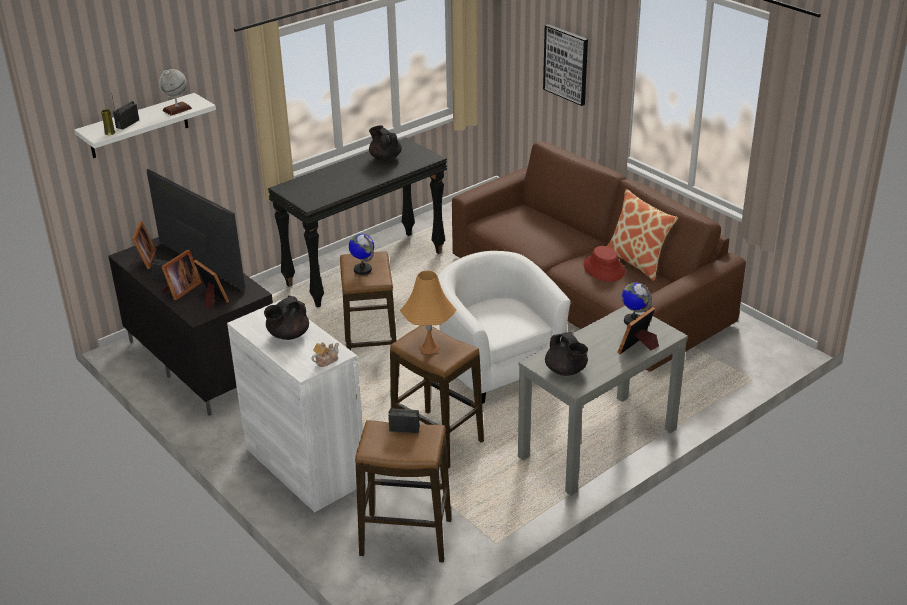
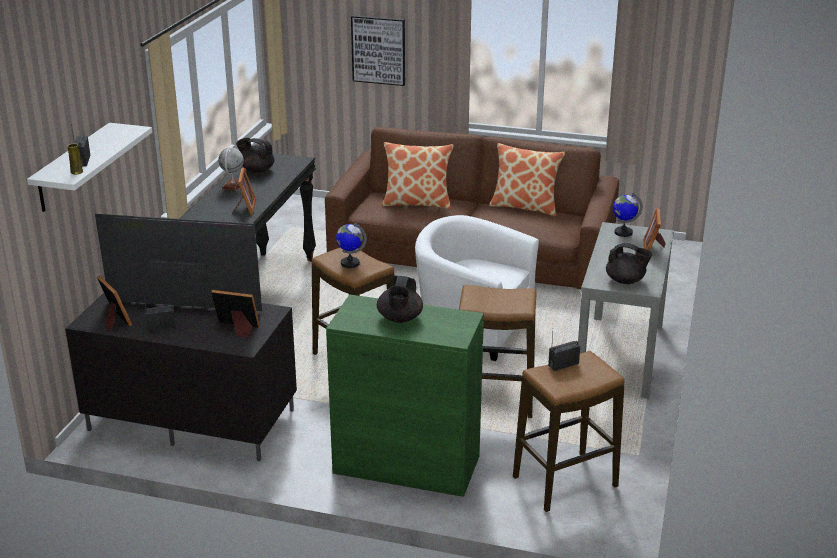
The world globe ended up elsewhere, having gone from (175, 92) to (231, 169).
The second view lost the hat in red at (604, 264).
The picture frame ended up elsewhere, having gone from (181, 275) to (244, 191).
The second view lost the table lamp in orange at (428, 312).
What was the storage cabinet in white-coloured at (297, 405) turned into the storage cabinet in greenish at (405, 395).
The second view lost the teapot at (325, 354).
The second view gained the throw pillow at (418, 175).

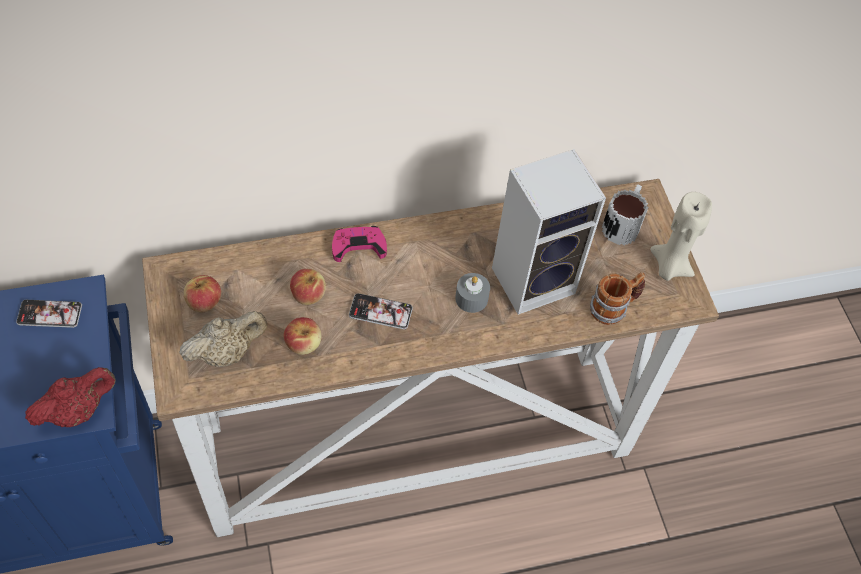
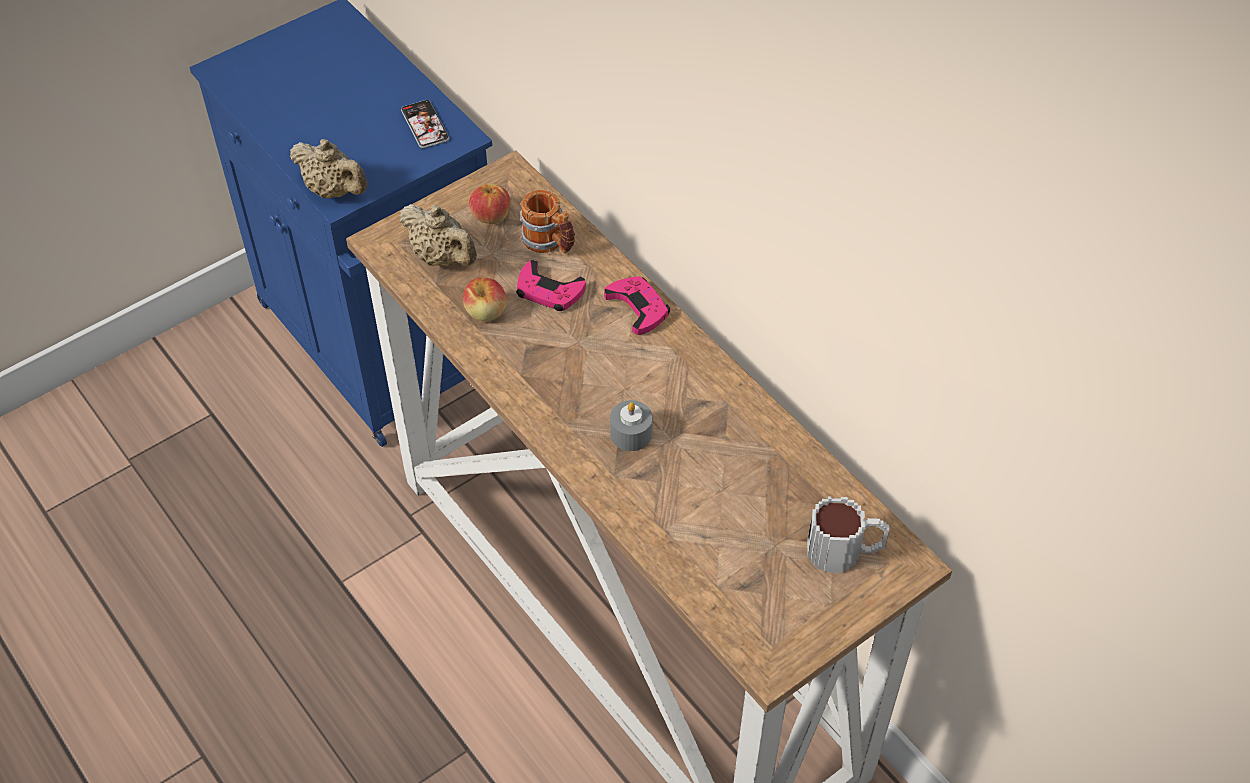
The second view lost the audio speaker at (549, 232).
The second view lost the candle in sand-coloured at (681, 236).
Where the whole apple stood at (308, 287), the joypad in pinkish came to stand at (551, 285).
The coffee mug ended up elsewhere, having gone from (617, 298) to (547, 221).
The second view lost the handset at (381, 311).
What was the teapot in red at (70, 397) turned into the teapot in sand-coloured at (329, 169).

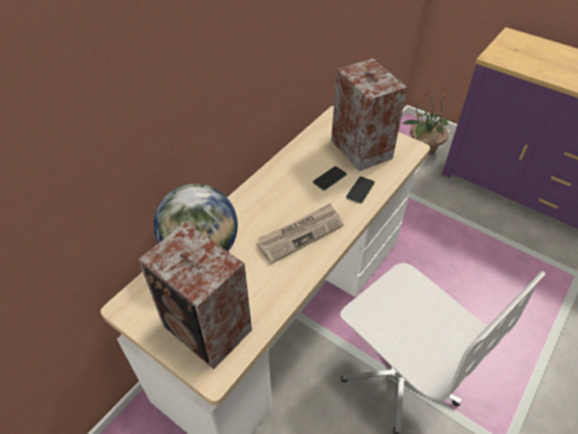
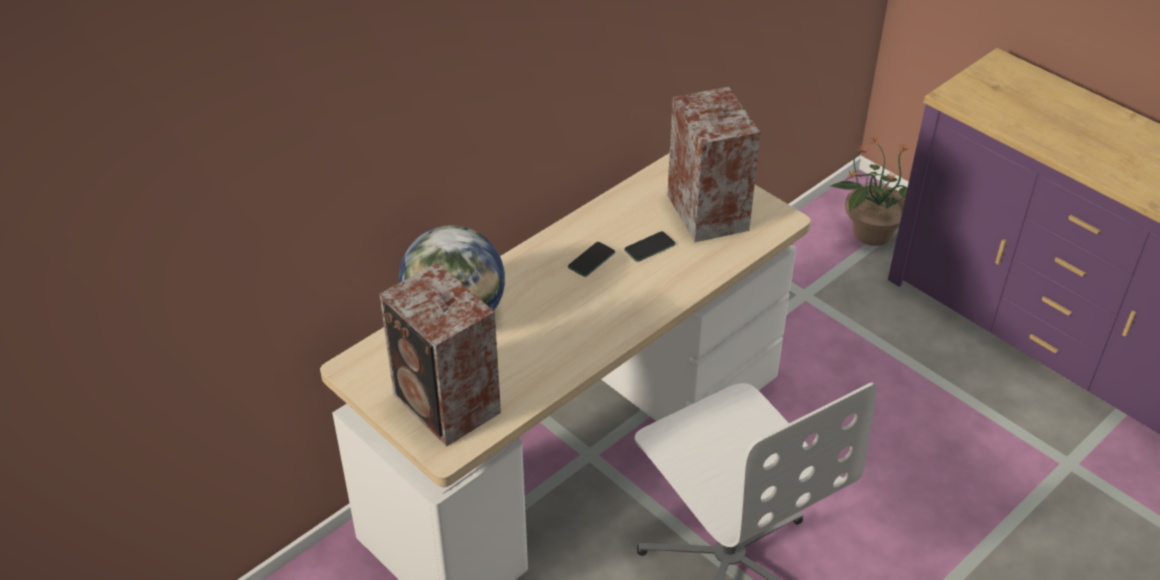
The handset ended up elsewhere, having gone from (360, 190) to (591, 259).
The second view lost the daily paper at (300, 233).

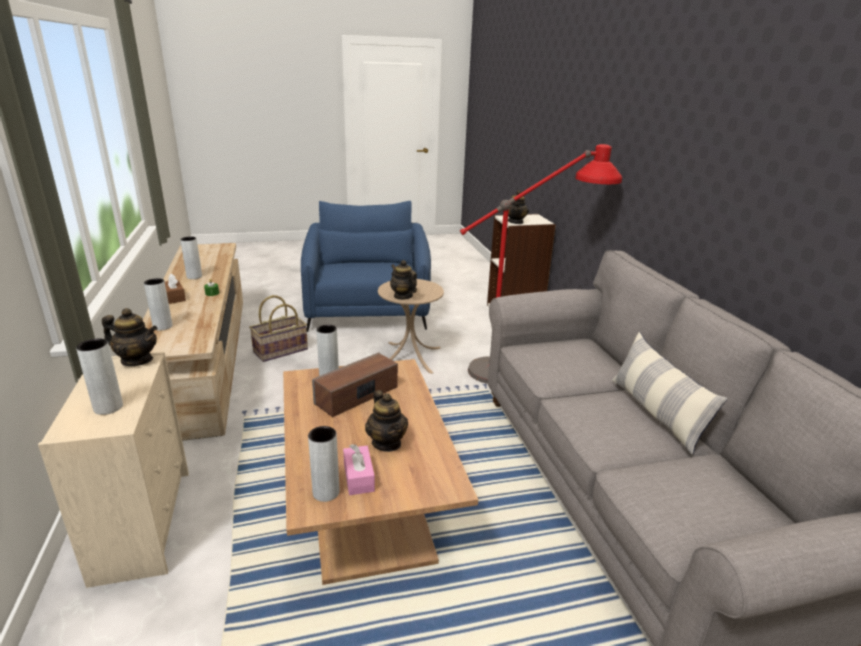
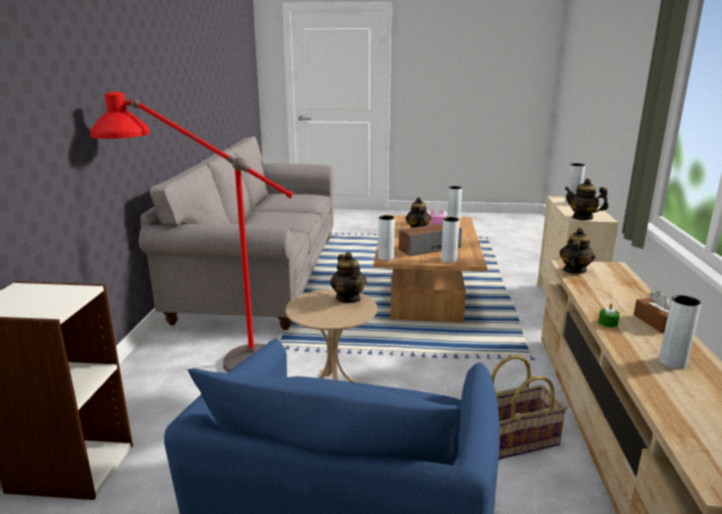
The teapot ended up elsewhere, having gone from (518, 207) to (577, 251).
The vase in gray ended up elsewhere, having gone from (158, 304) to (386, 238).
The second view lost the throw pillow at (669, 393).

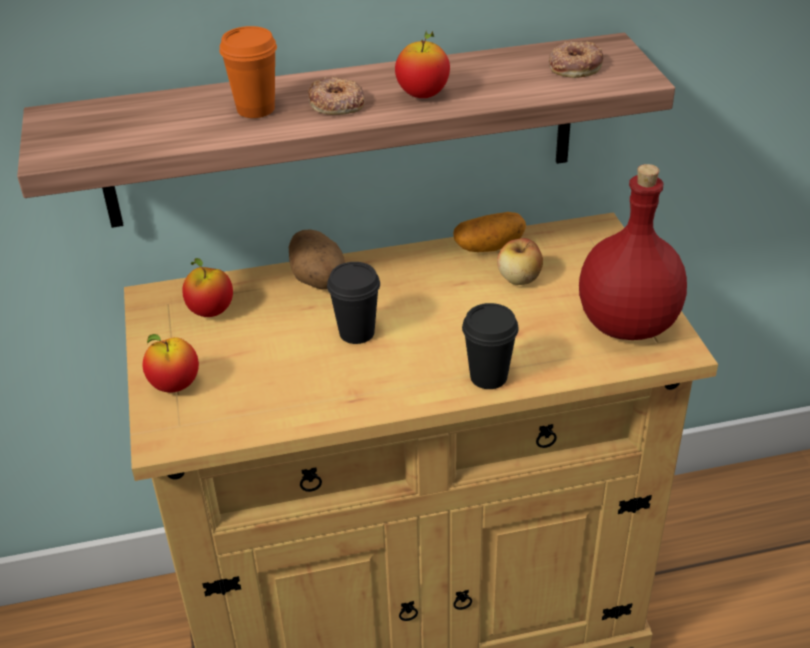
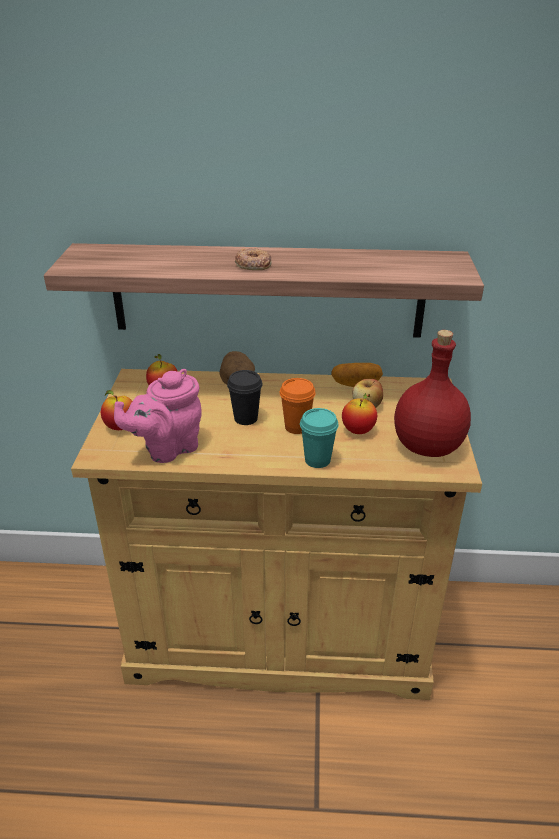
The cup in orange ended up elsewhere, having gone from (248, 72) to (298, 406).
The whole apple ended up elsewhere, having gone from (422, 64) to (359, 413).
The second view lost the ring doughnut at (576, 59).
What was the cup in black at (490, 346) turned into the cup in blue-green at (319, 438).
The second view gained the teapot in pinkish at (158, 416).

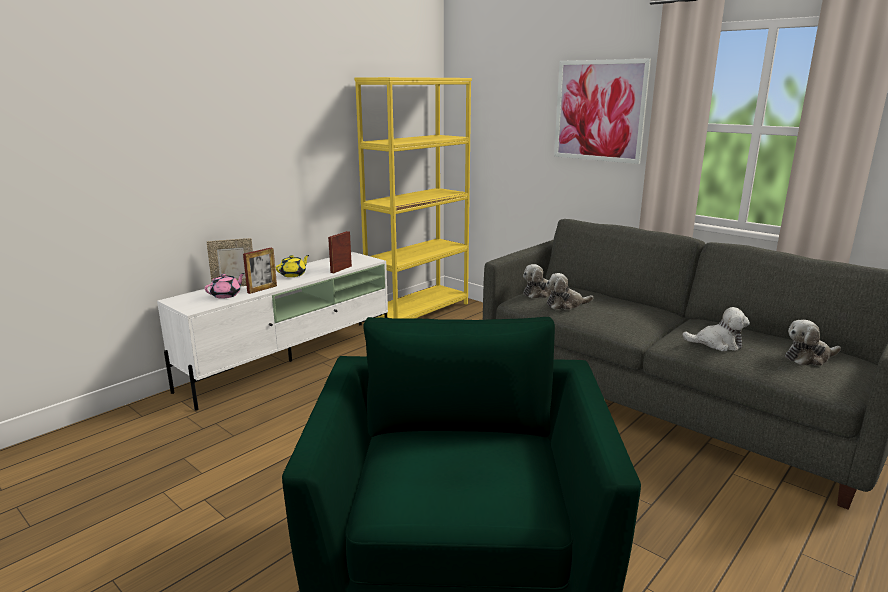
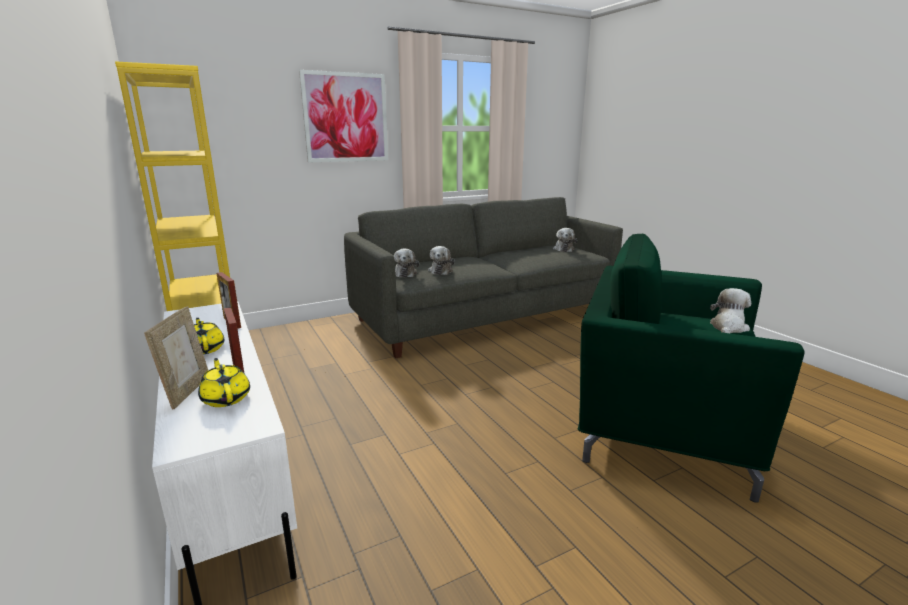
What was the teapot in pinkish at (225, 285) turned into the teapot in yellow at (224, 382).
The soft toy ended up elsewhere, having gone from (716, 329) to (730, 310).

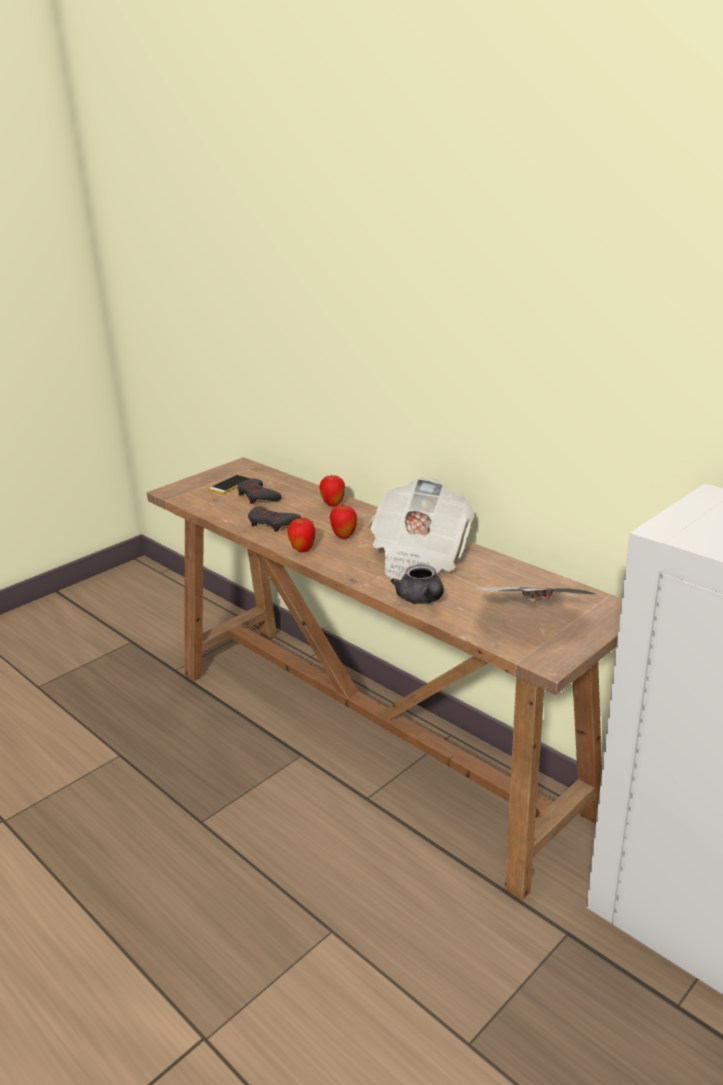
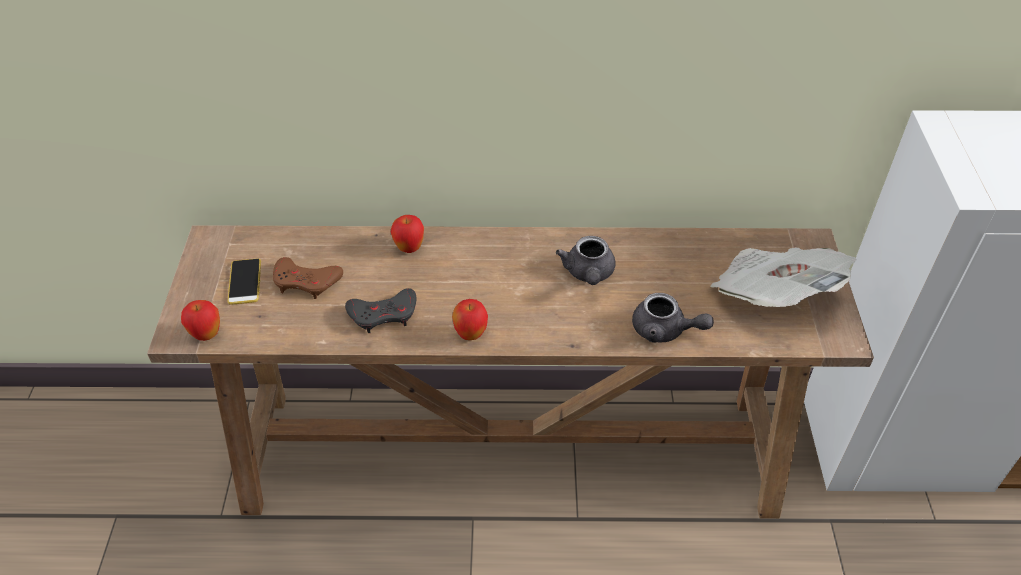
Where the daily paper stood at (421, 529), the teapot in gray came to stand at (585, 260).
What was the joypad in gray at (259, 491) turned into the joypad in brown at (308, 278).
The whole apple ended up elsewhere, having gone from (343, 522) to (200, 320).

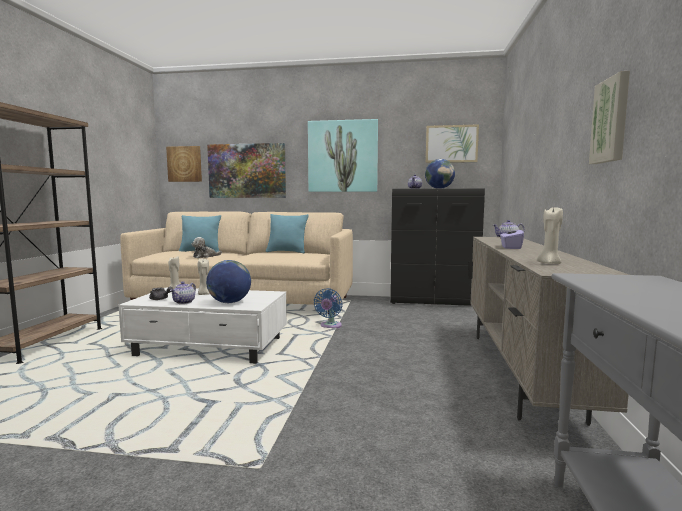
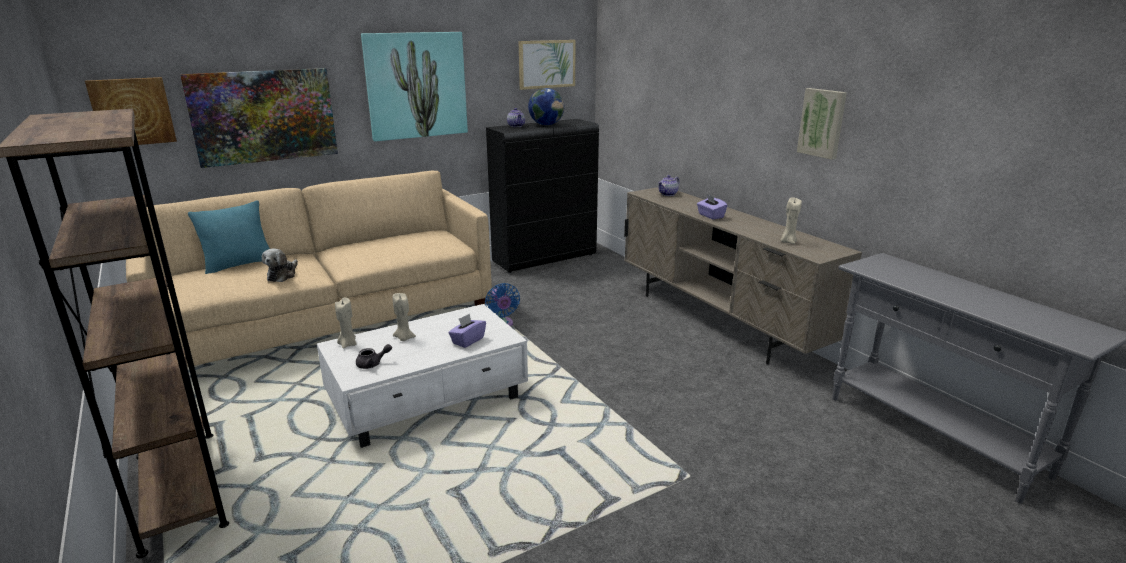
The second view lost the throw pillow in blue-green at (287, 233).
Where the world globe stood at (228, 281), the tissue box in purple-coloured came to stand at (467, 330).
The second view lost the teapot at (183, 292).

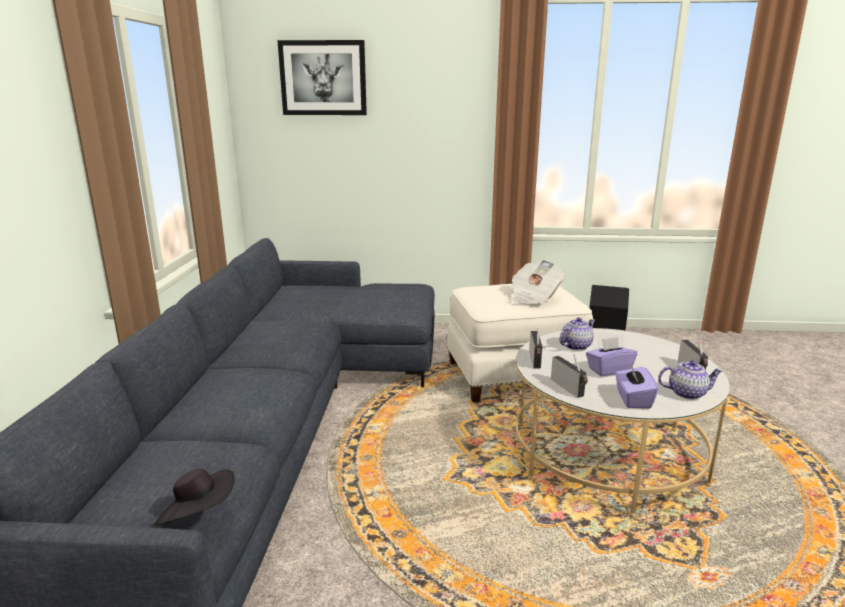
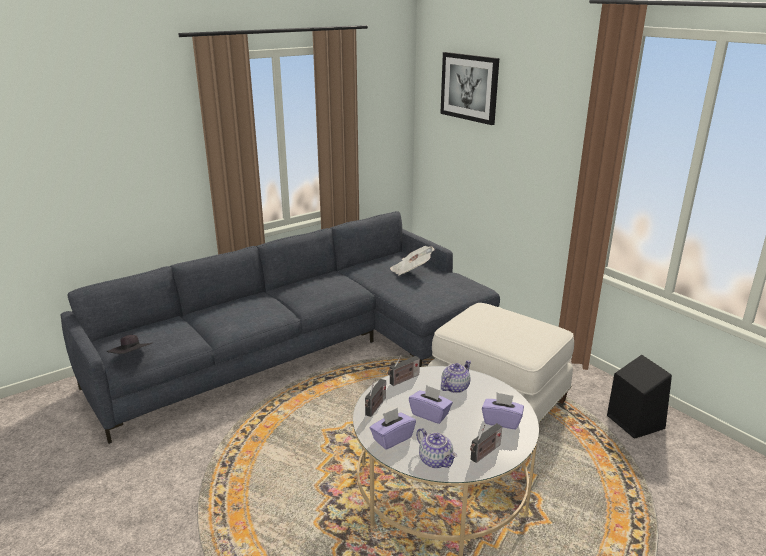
The daily paper ended up elsewhere, having gone from (538, 282) to (412, 260).
The teapot at (577, 334) ended up facing another way, 60 degrees counterclockwise from before.
The second view gained the tissue box in purple-coloured at (503, 410).

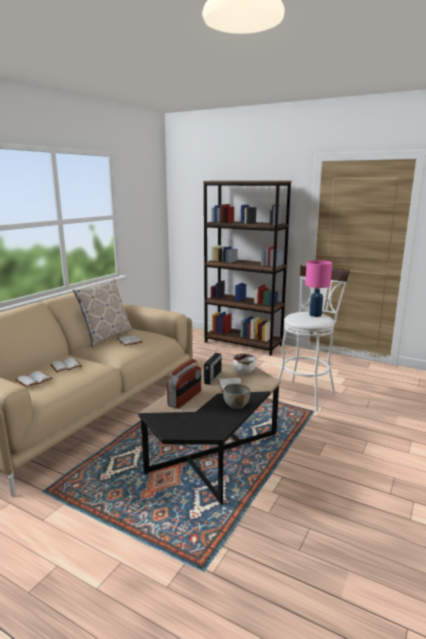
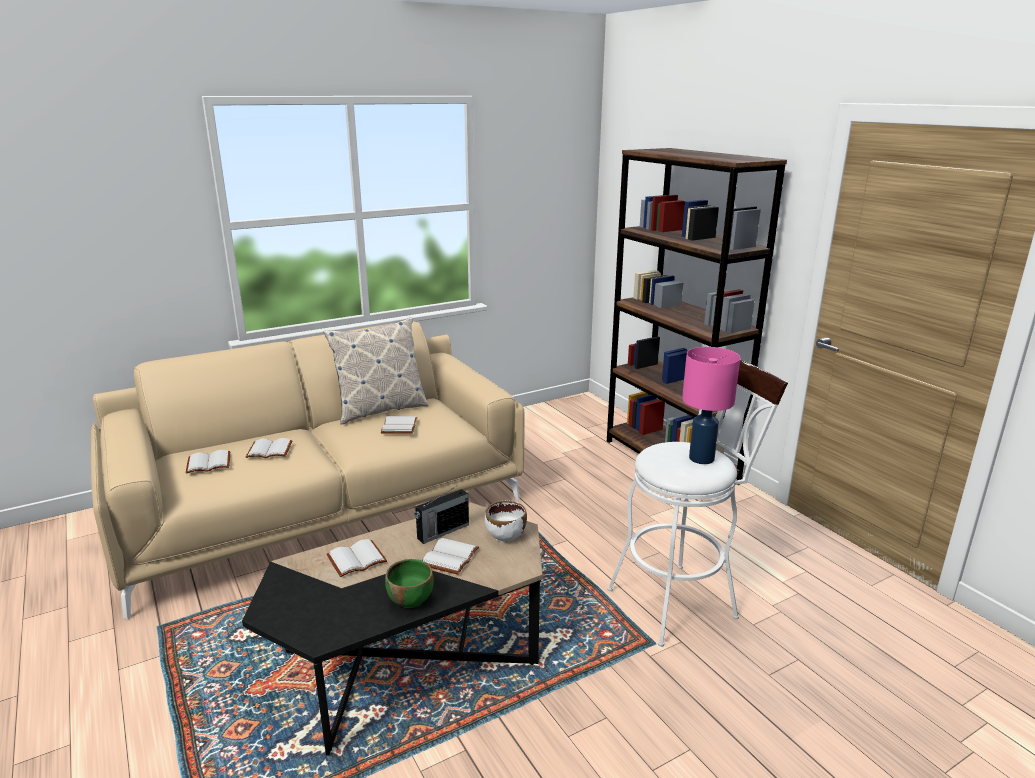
Where the radio receiver stood at (184, 384), the book in white-coloured came to stand at (356, 558).
What was the serving bowl in gray at (236, 396) turned into the serving bowl in greenish at (409, 583).

